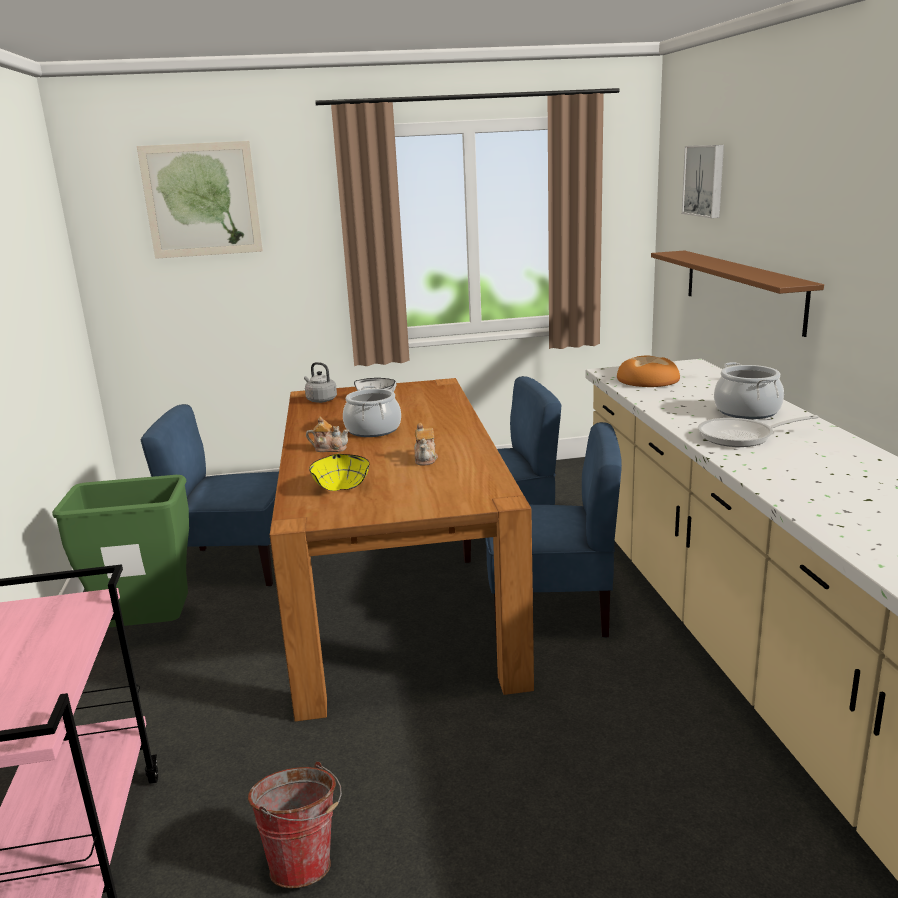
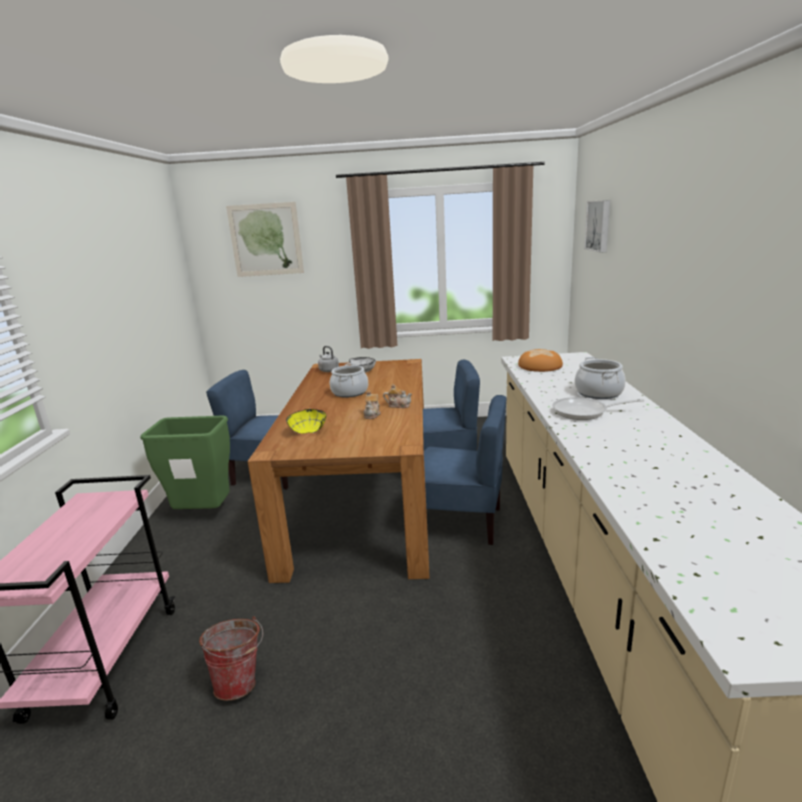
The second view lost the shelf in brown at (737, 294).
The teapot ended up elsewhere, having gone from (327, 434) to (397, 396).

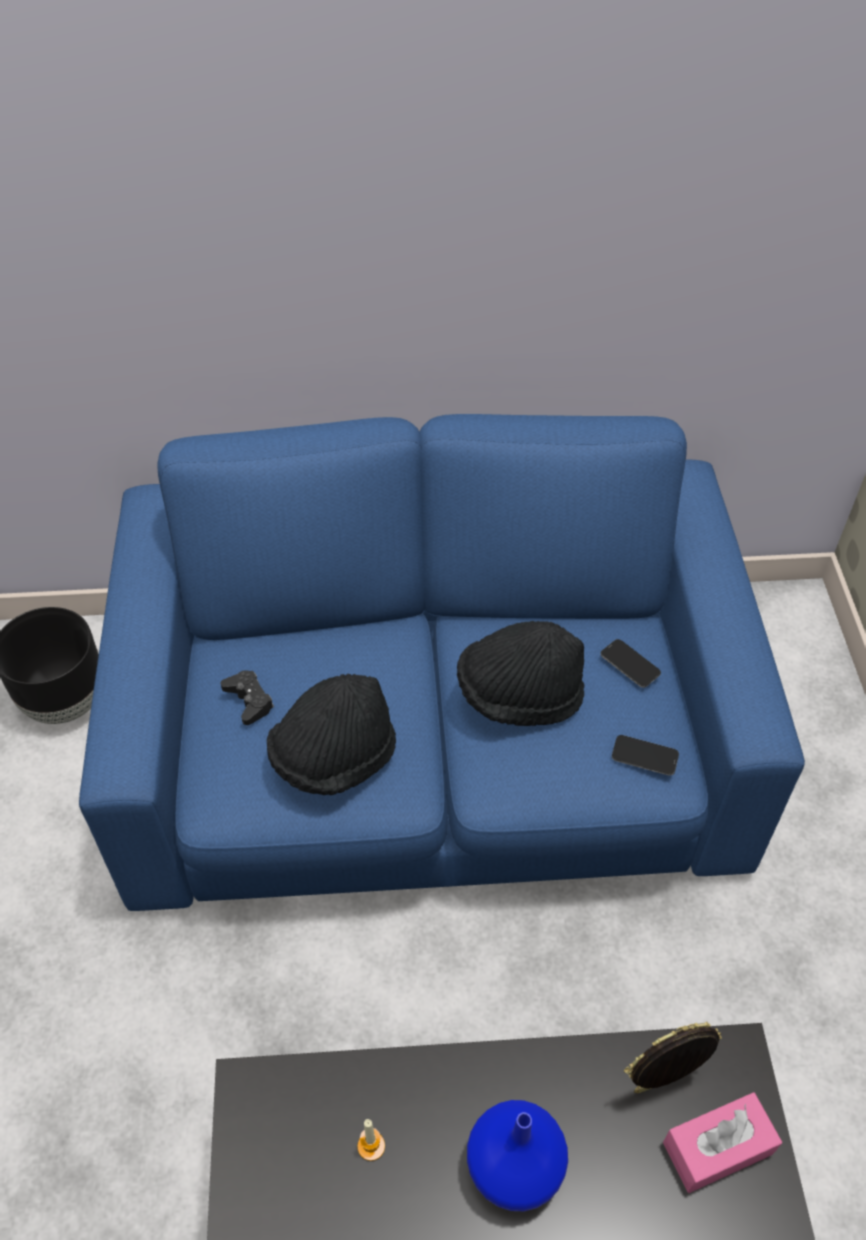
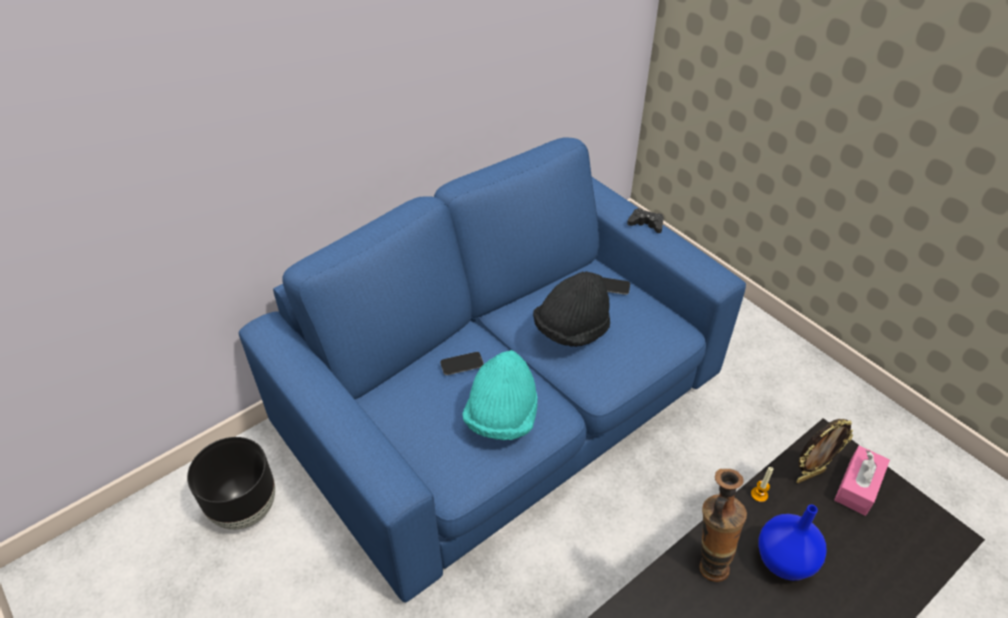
The joypad in black ended up elsewhere, having gone from (247, 697) to (645, 220).
What was the hat in black at (331, 734) turned into the hat in blue-green at (500, 395).
The handset ended up elsewhere, having gone from (645, 755) to (462, 363).
The picture frame at (673, 1058) ended up facing another way, 150 degrees counterclockwise from before.
The candle ended up elsewhere, having gone from (371, 1140) to (762, 484).
The second view gained the vase at (723, 525).

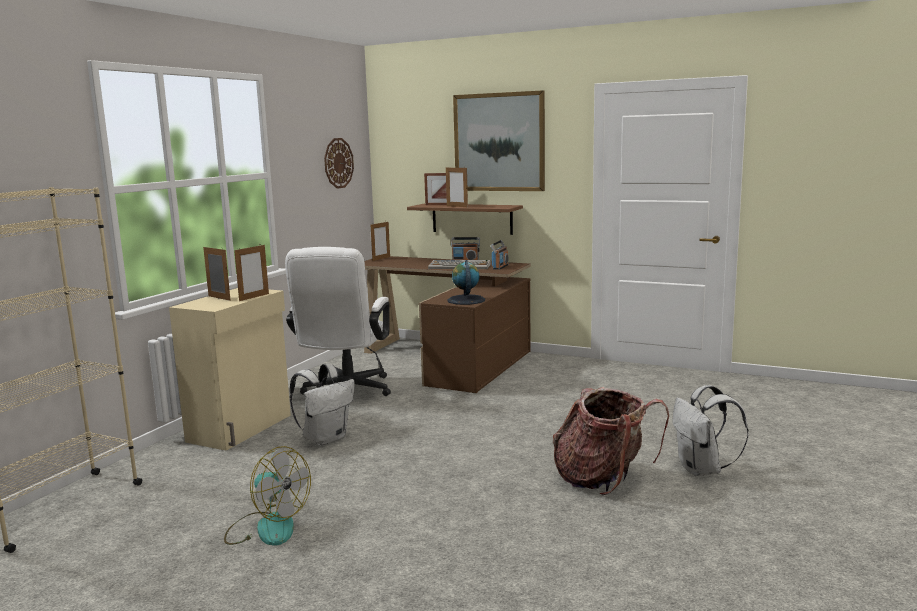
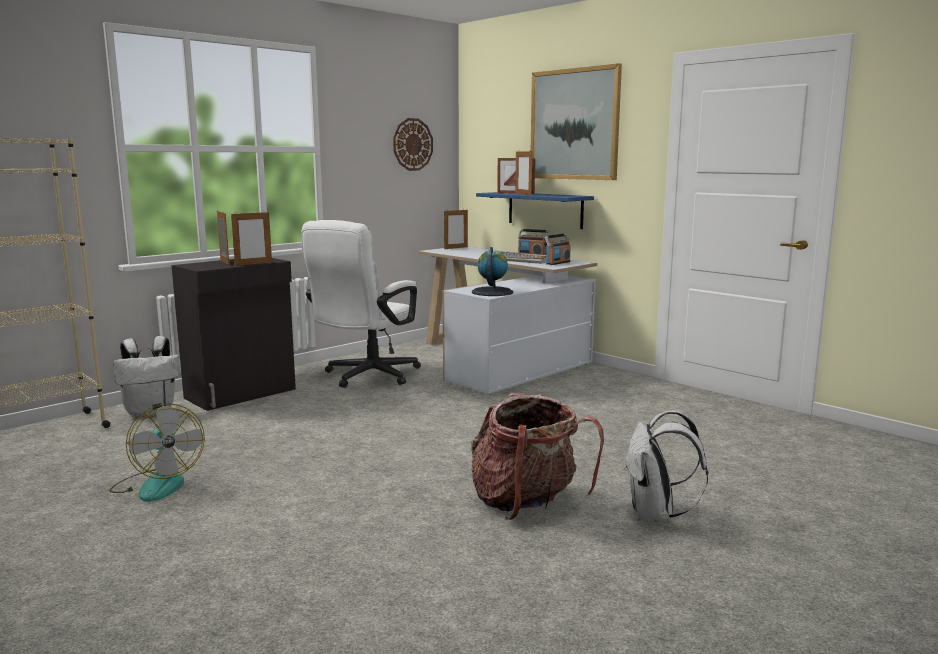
What was the shelf in brown at (465, 219) turned into the shelf in bluish at (535, 210).
What was the desk table in brown at (447, 324) turned into the desk table in white-coloured at (507, 321).
What was the storage cabinet in sand-coloured at (230, 369) turned into the storage cabinet in black at (233, 334).
The knapsack in white-coloured ended up elsewhere, having gone from (322, 404) to (146, 377).

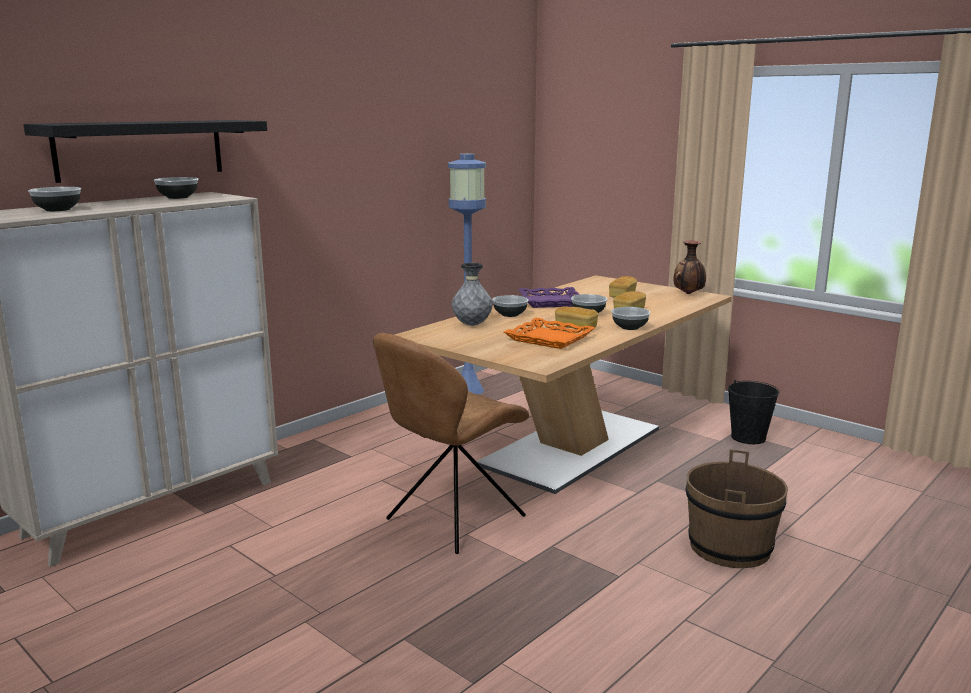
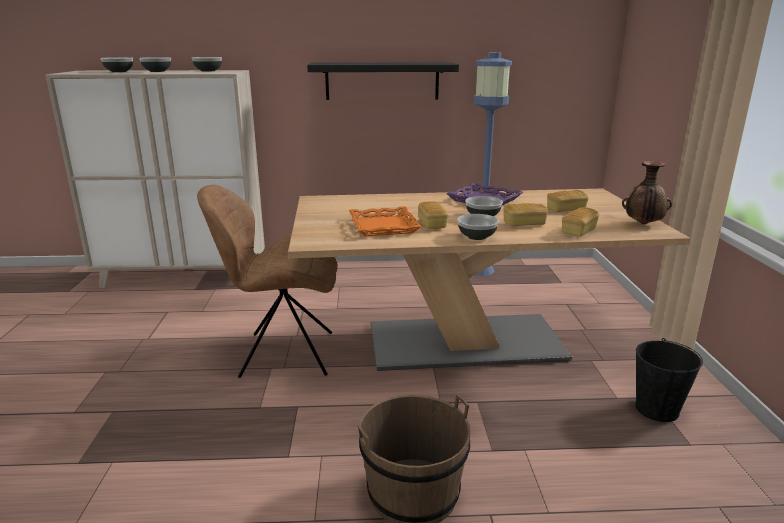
The shelf in black ended up elsewhere, having gone from (145, 151) to (383, 81).
The second view lost the vase in gray at (472, 294).
The serving bowl ended up elsewhere, having gone from (510, 306) to (155, 64).
The second view gained the baked bread at (580, 222).

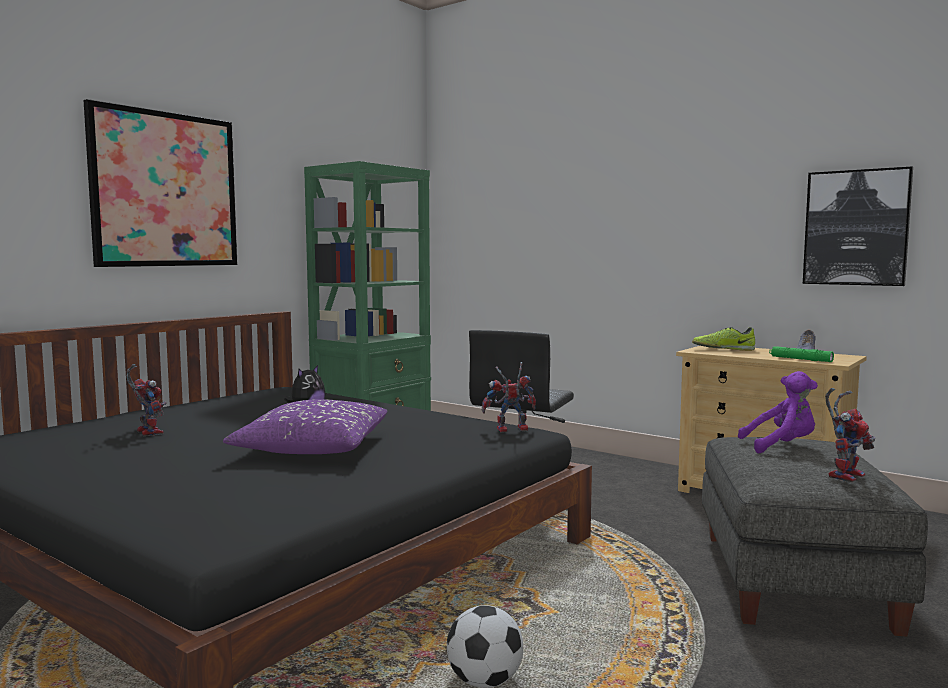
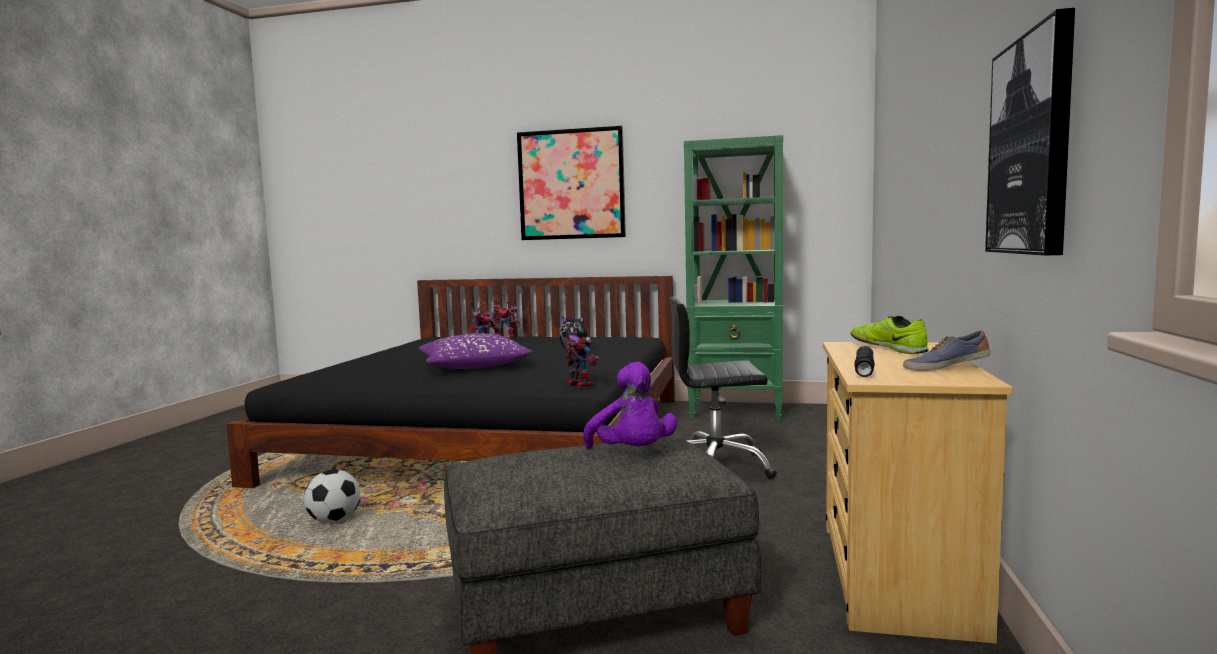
What was the torch in greenish at (801, 354) turned into the torch in black at (865, 361).
The model robot ended up elsewhere, having gone from (850, 435) to (504, 316).

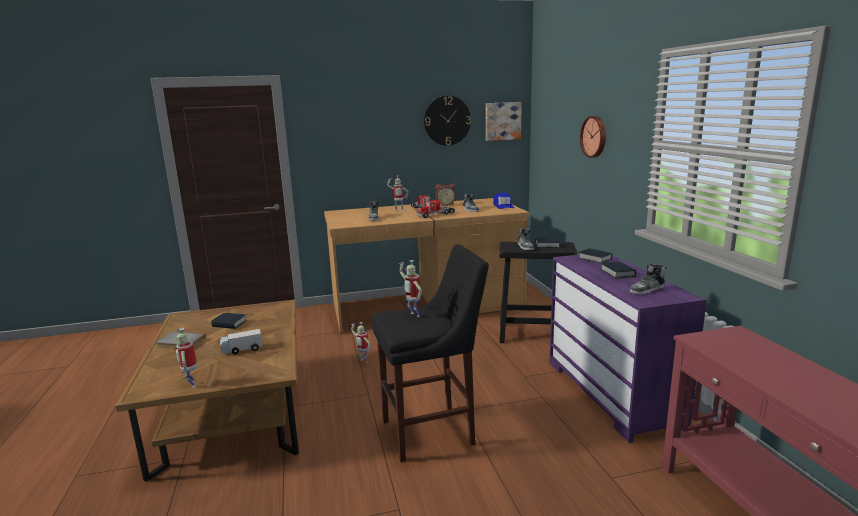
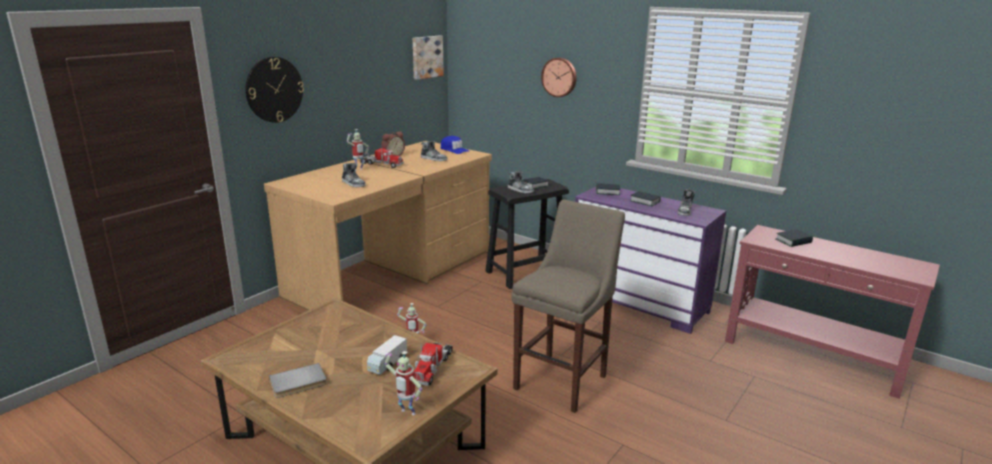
The clock on the wall ended up elsewhere, having gone from (447, 121) to (275, 90).
The model truck ended up elsewhere, having gone from (435, 208) to (434, 364).
What was the stool in black at (430, 353) turned into the stool in sand-coloured at (568, 306).
The second view lost the model robot at (410, 288).
The book ended up elsewhere, having gone from (229, 321) to (794, 238).

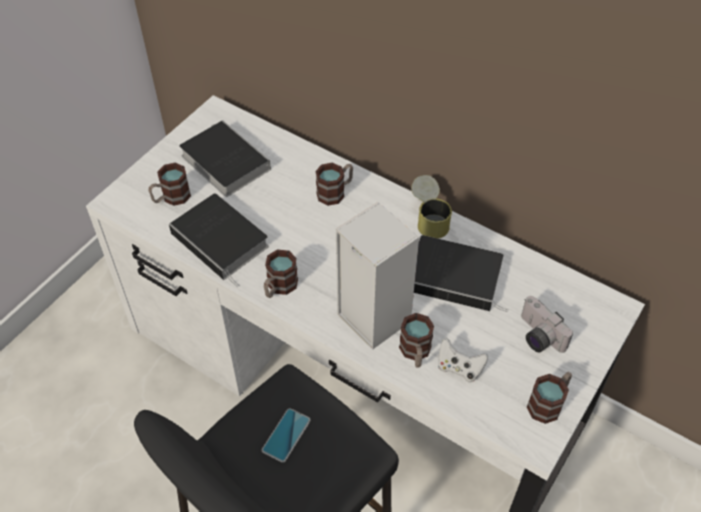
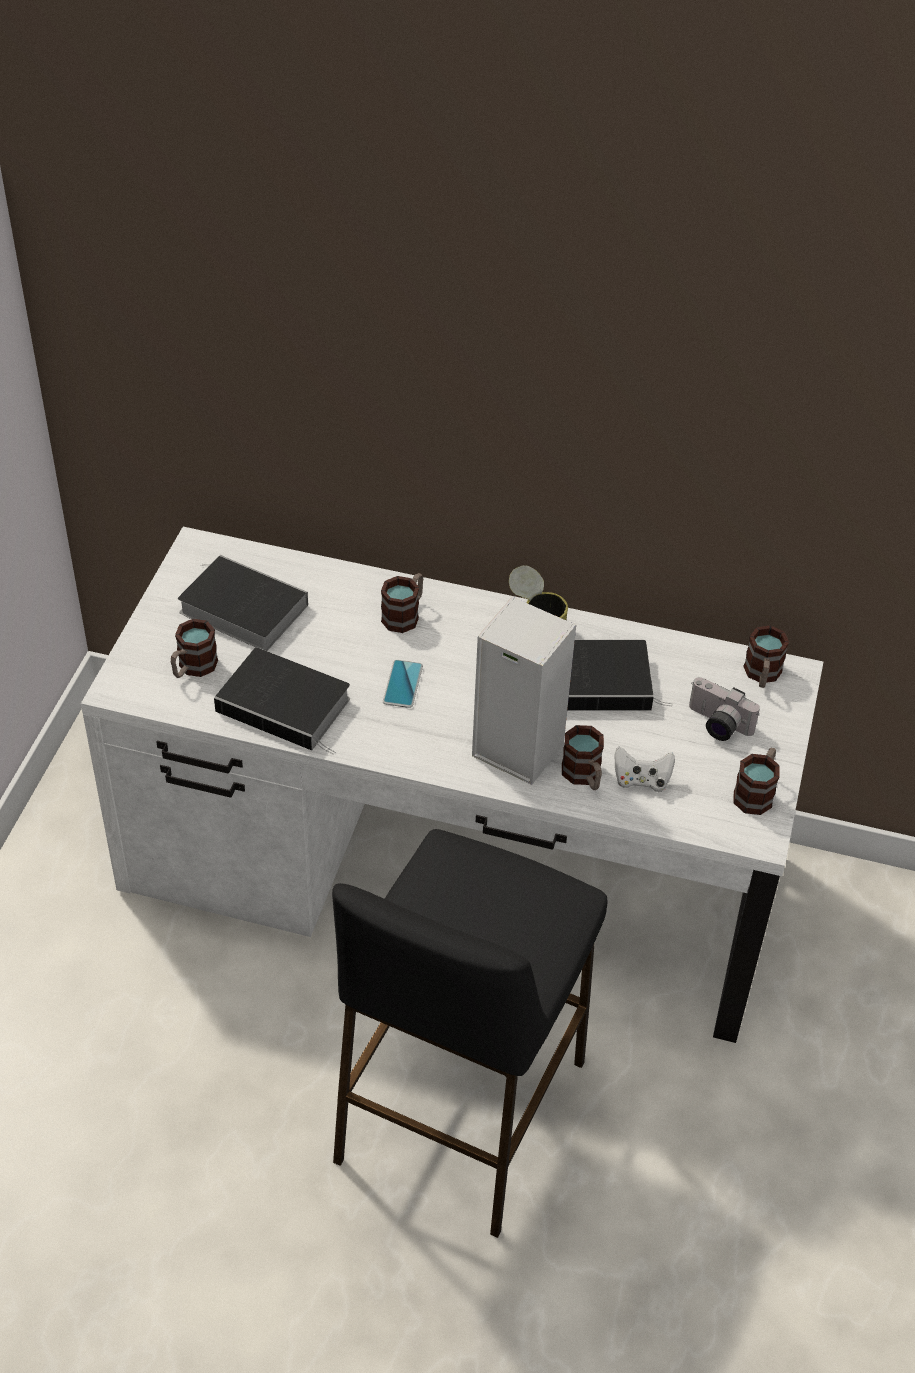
The coffee mug ended up elsewhere, having gone from (281, 274) to (766, 656).
The handset ended up elsewhere, having gone from (286, 435) to (403, 684).

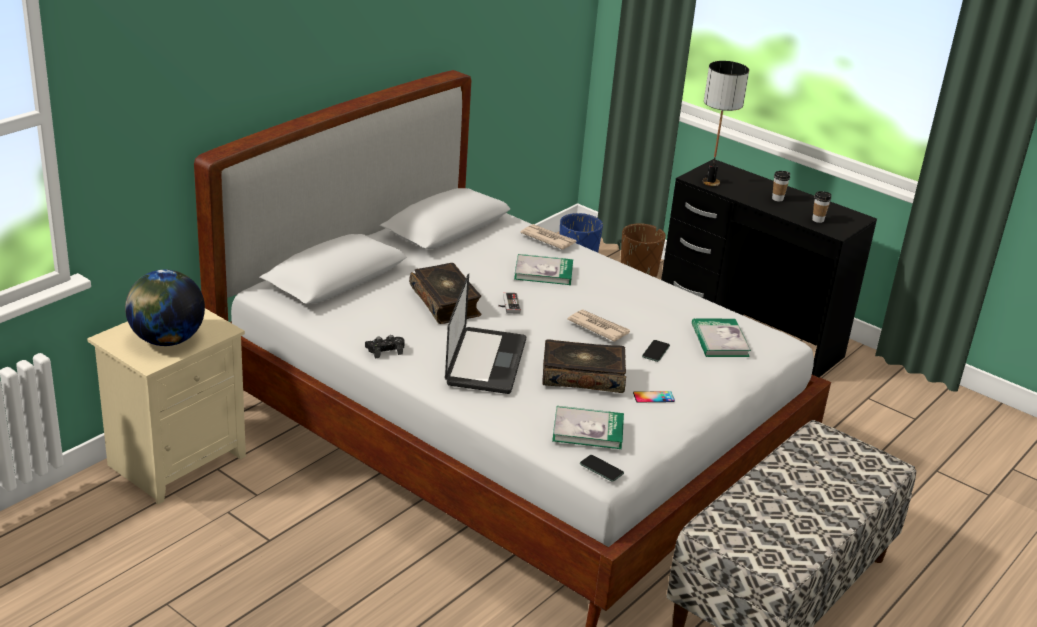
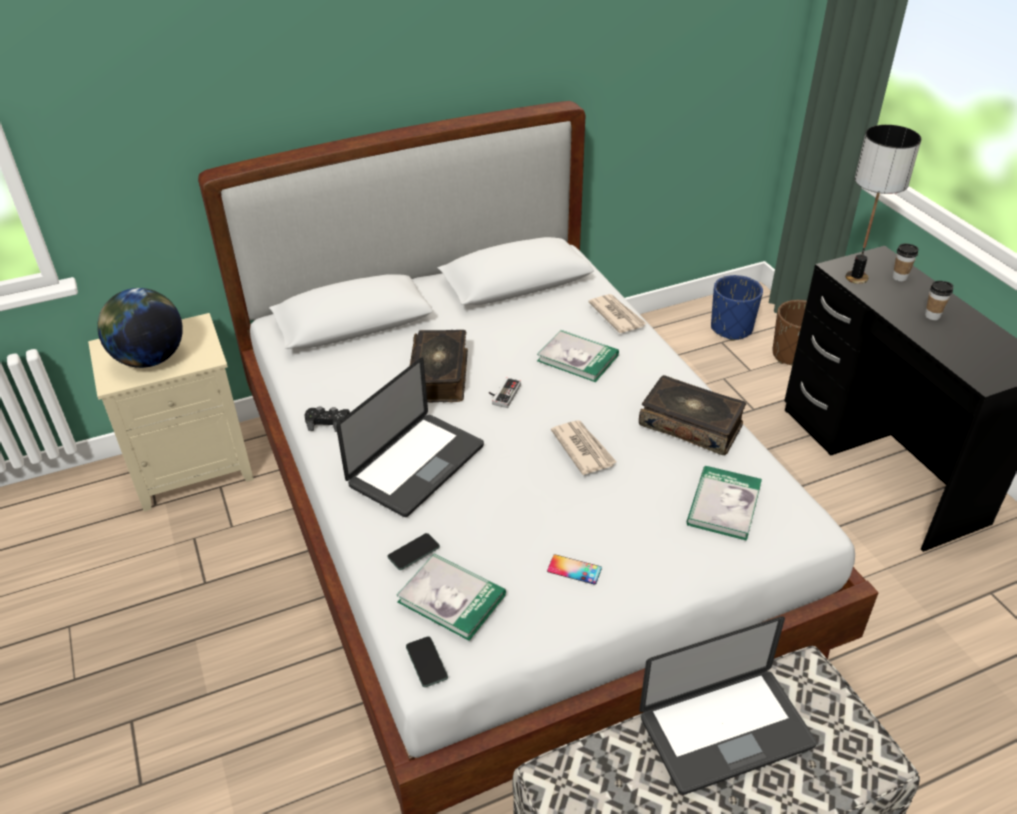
The cup ended up elsewhere, having gone from (821, 207) to (905, 262).
The book ended up elsewhere, having gone from (584, 366) to (692, 415).
The handset ended up elsewhere, having gone from (656, 351) to (414, 551).
The second view gained the notebook computer at (728, 705).

